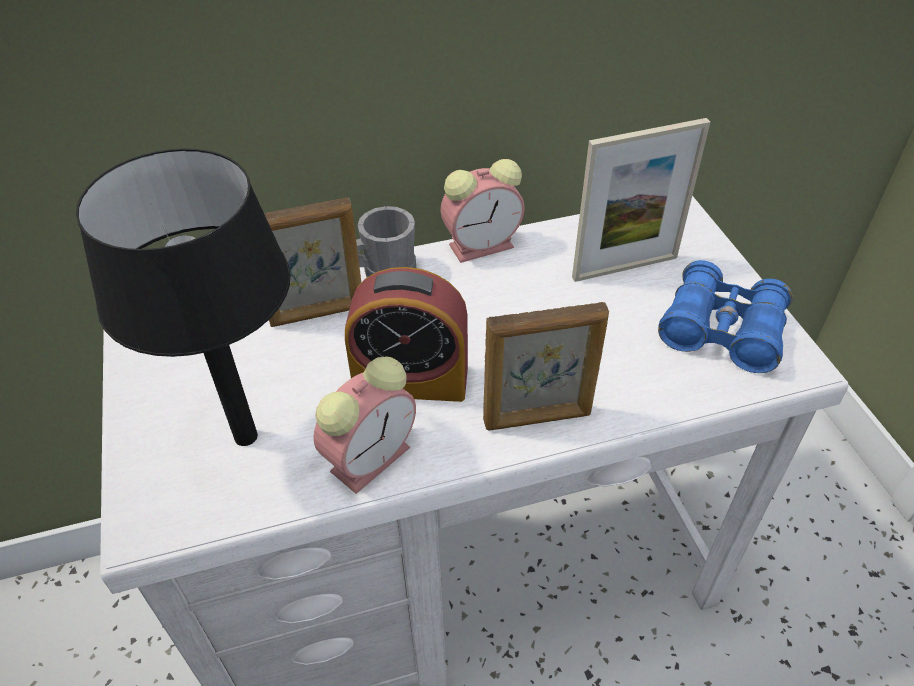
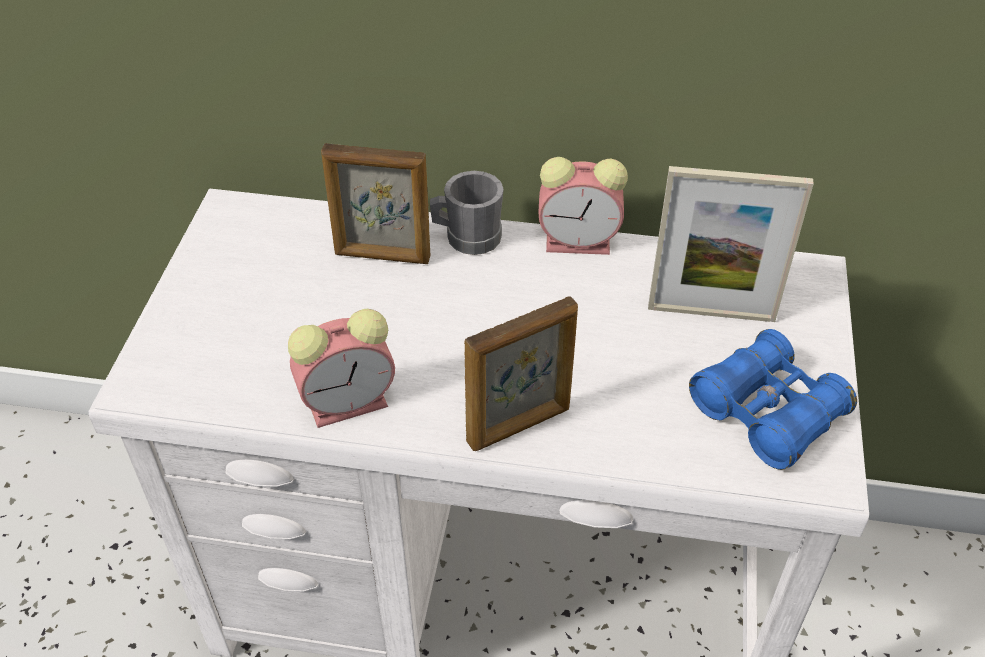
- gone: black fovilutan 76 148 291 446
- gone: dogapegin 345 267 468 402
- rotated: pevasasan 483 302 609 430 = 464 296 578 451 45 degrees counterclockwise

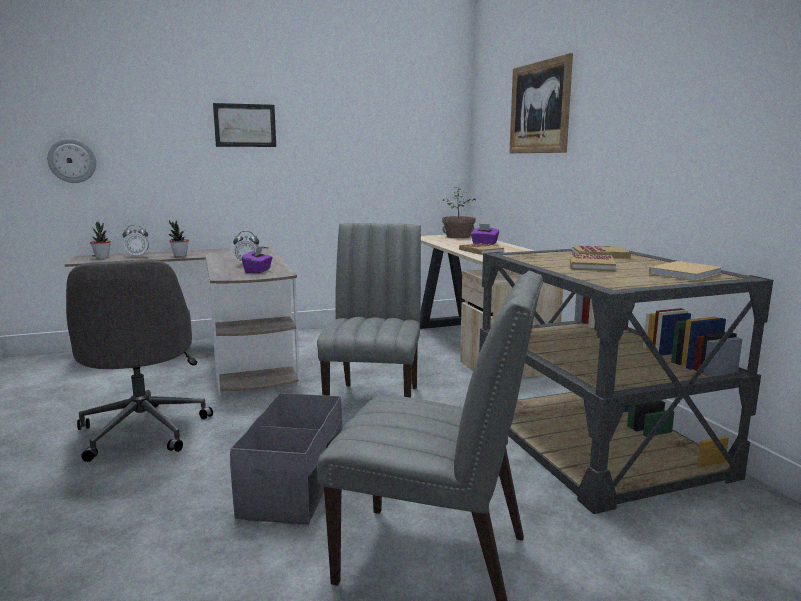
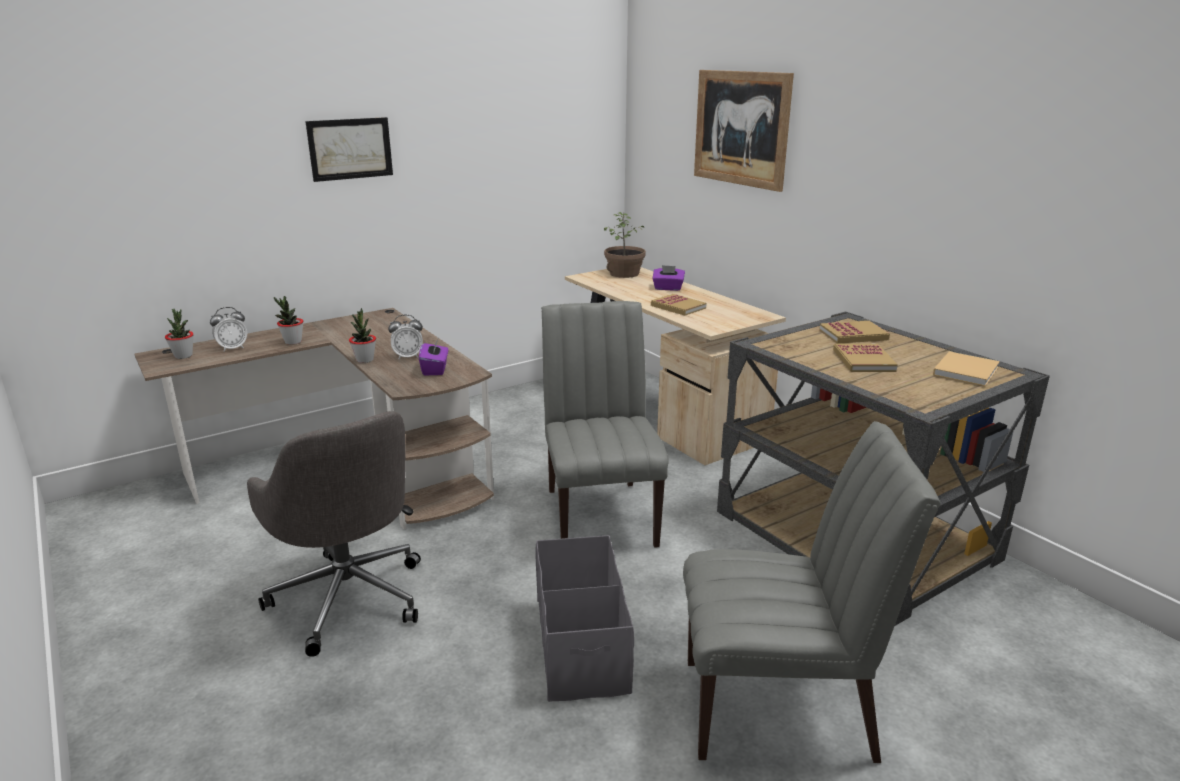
- gone: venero 47 138 96 183
- new: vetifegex 349 308 376 363

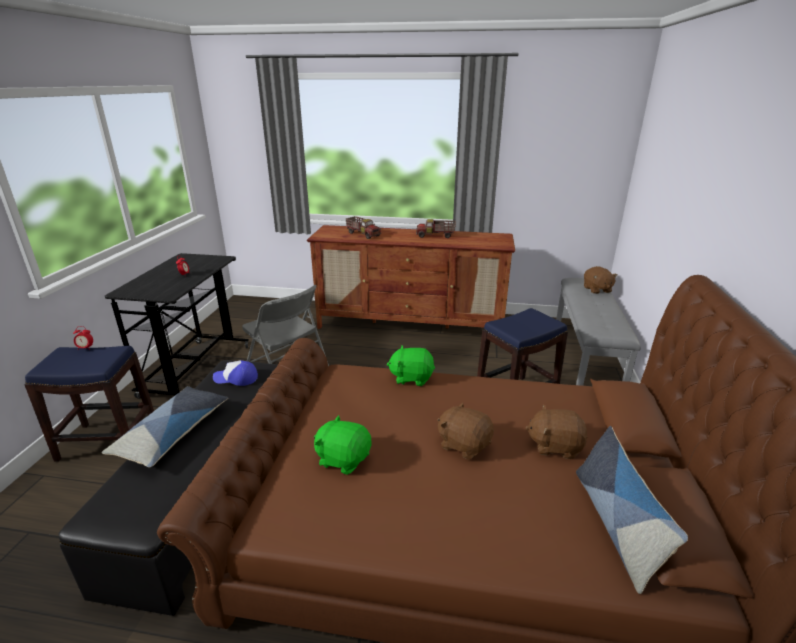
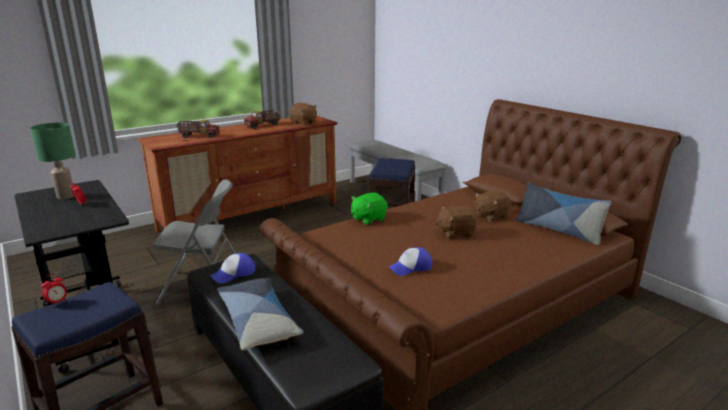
- new: green fovilutan 30 122 76 199
- shifted: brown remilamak 584 266 618 294 to 289 103 317 126
- swapped: green remilamak 314 415 371 475 to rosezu 389 247 432 276

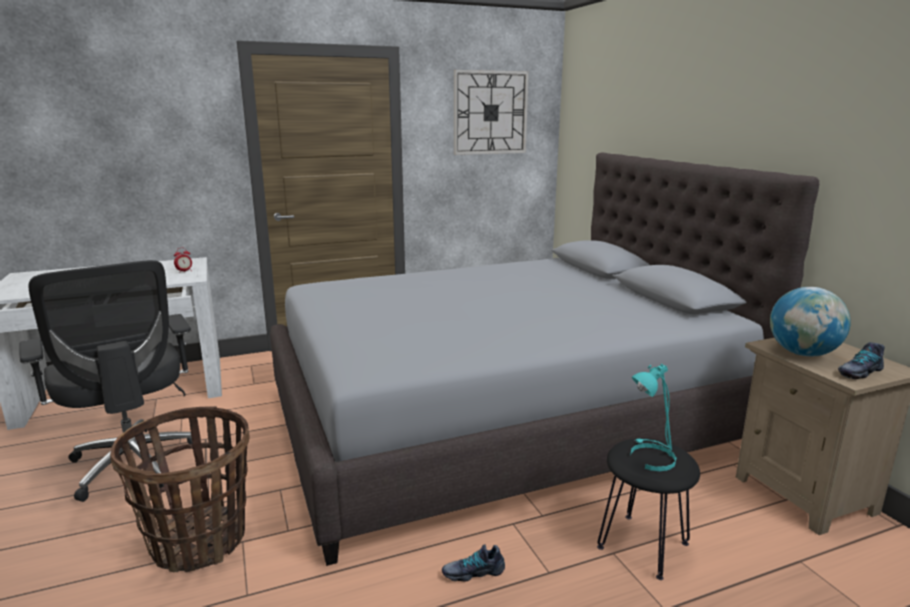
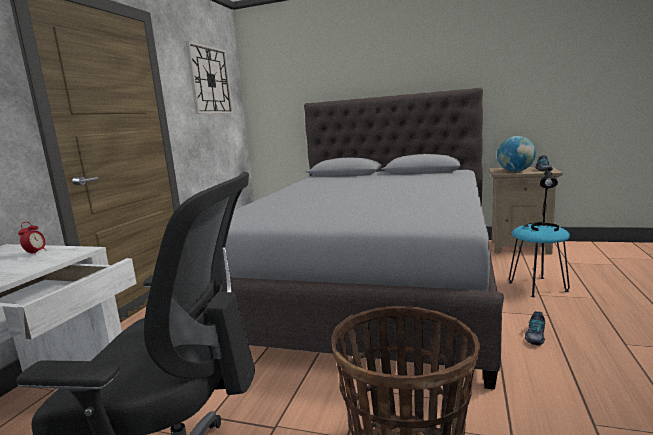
- repainted: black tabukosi 597 438 700 580 to turquoise tabukosi 509 224 570 297
- repainted: turquoise fovilutan 630 364 676 471 to black fovilutan 524 169 559 231

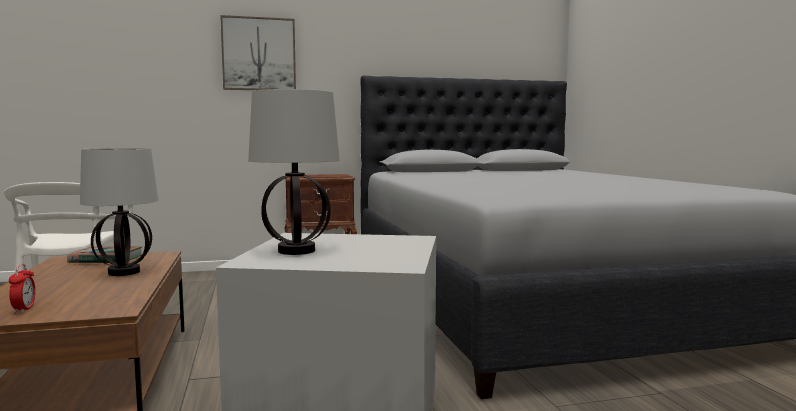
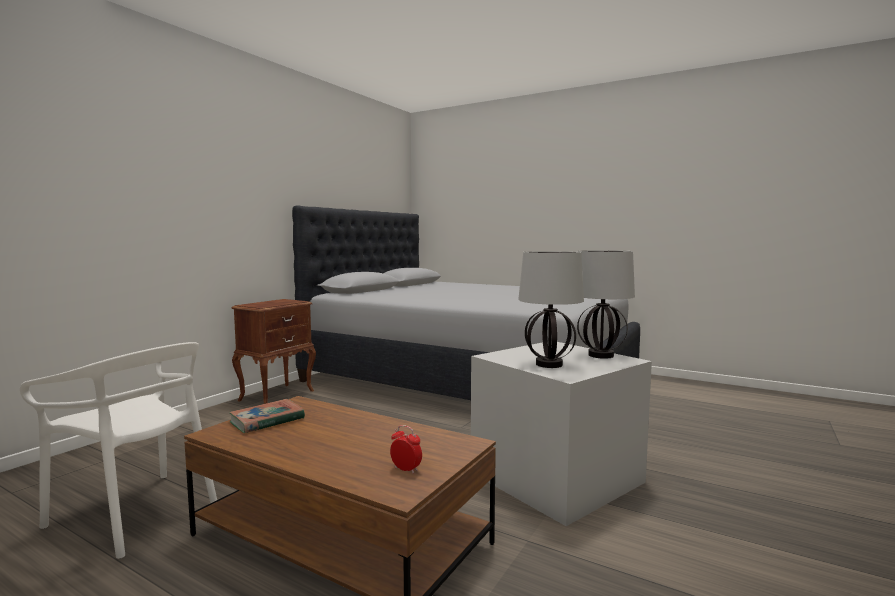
- gone: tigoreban 220 15 296 90
- shifted: fovilutan 80 148 158 276 to 577 250 635 359

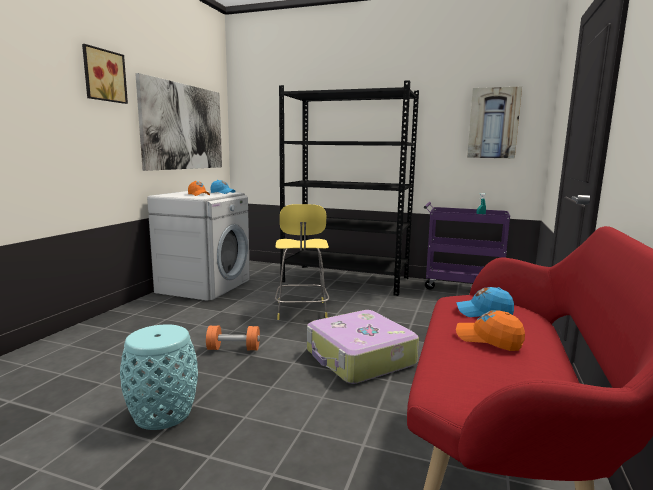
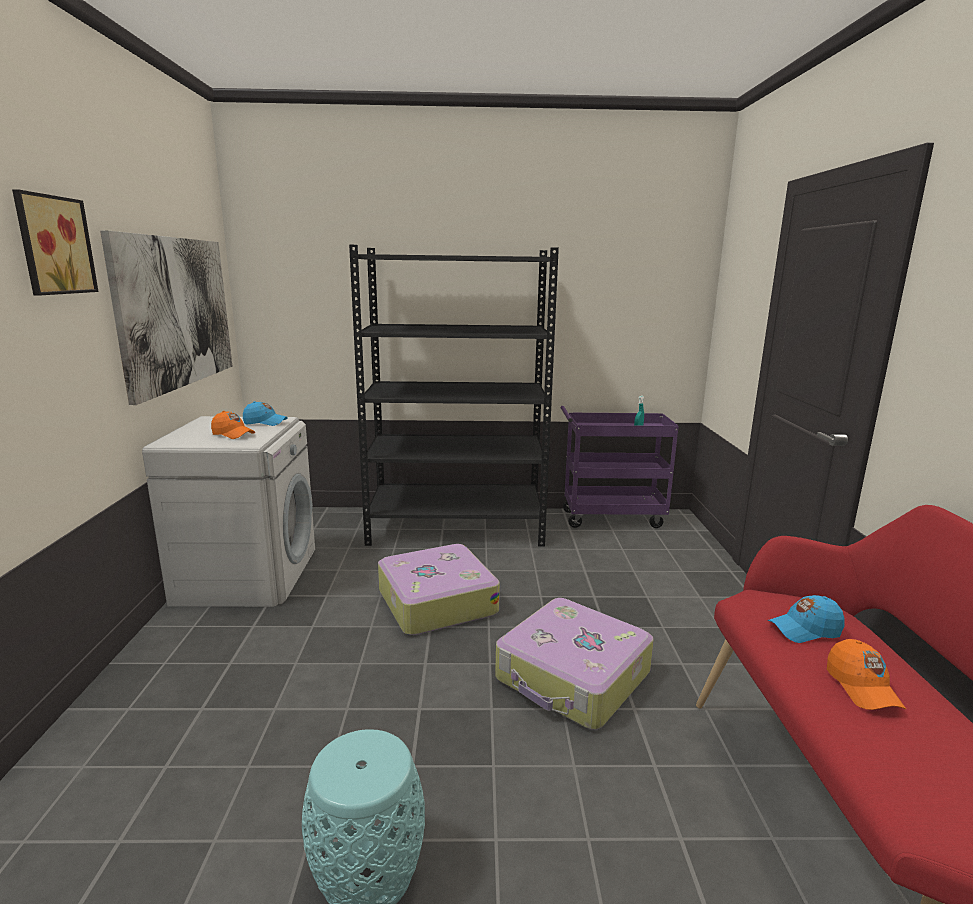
- gone: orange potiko 206 326 260 350
- gone: tigoreban 467 86 522 158
- swapped: yellow tabukosi 275 204 329 320 to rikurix 378 544 500 635
- rotated: orange rosezu 456 310 525 351 = 827 639 906 710 105 degrees counterclockwise

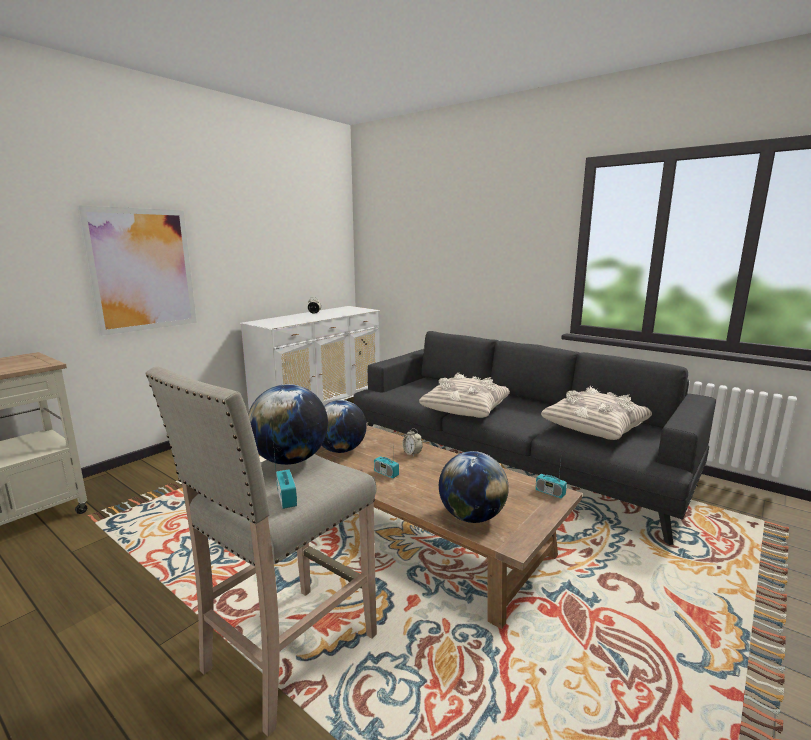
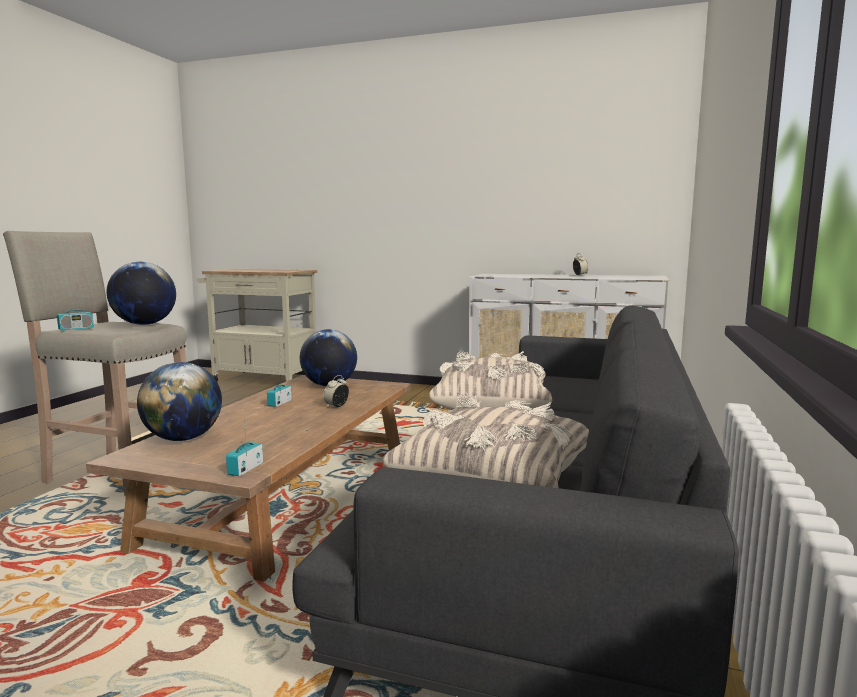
- gone: tigoreban 77 206 197 336

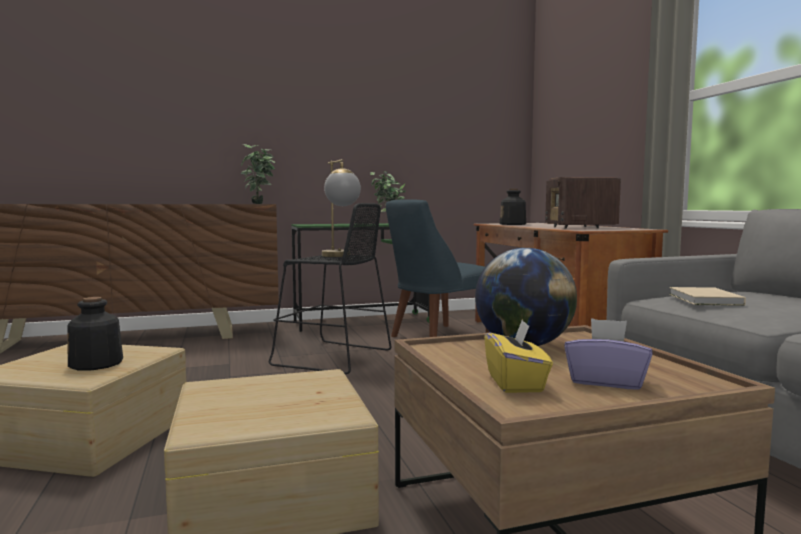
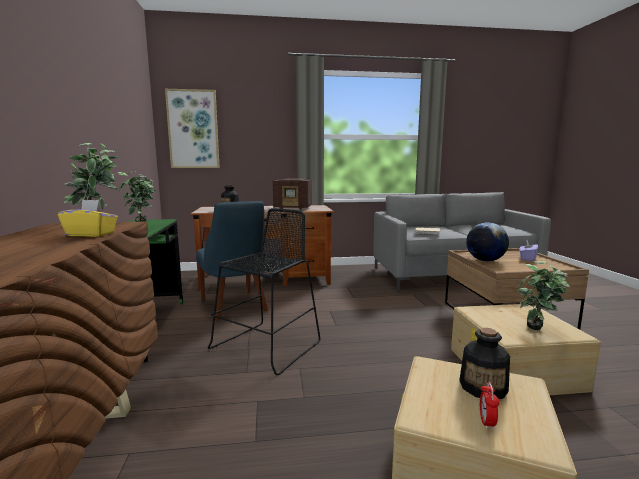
- gone: fovilutan 322 159 361 257
- new: tigoreban 165 89 220 168
- new: dogapegin 480 382 499 430
- new: vetifegex 517 261 570 330
- shifted: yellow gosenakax 484 320 553 393 to 58 200 118 237

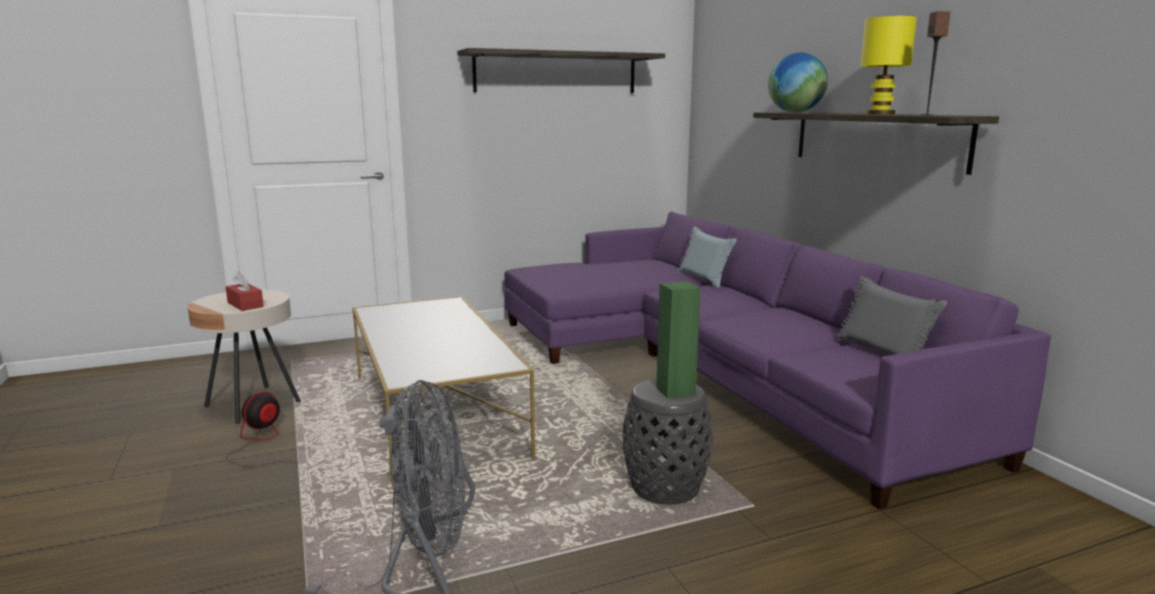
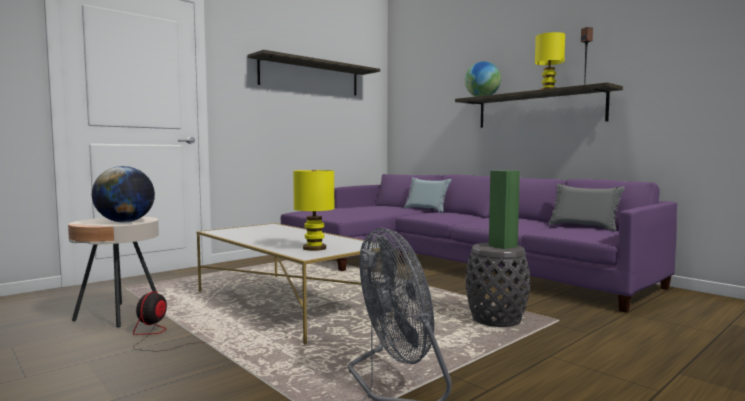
- new: yellow fovilutan 293 170 335 251
- swapped: red gosenakax 226 272 264 311 to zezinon 92 166 155 223

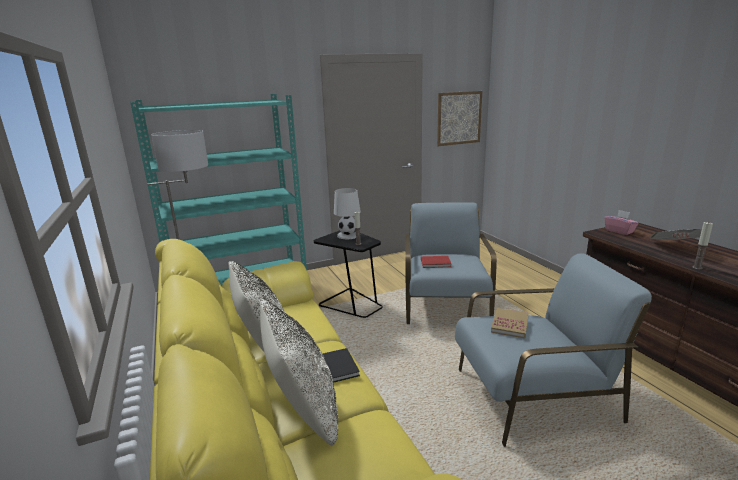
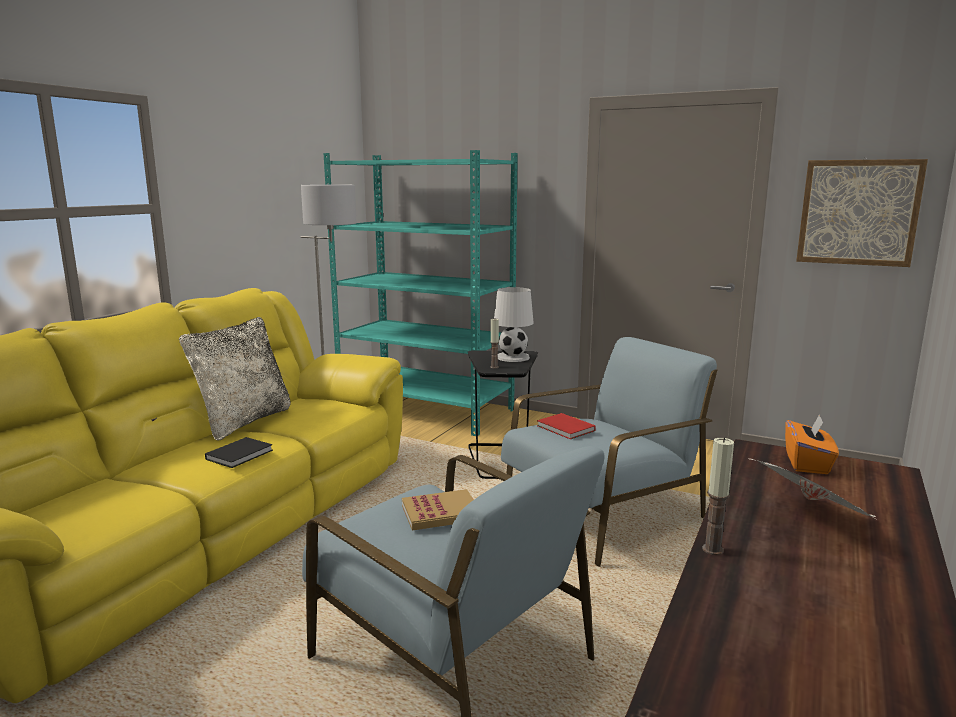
- gone: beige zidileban 259 298 338 446
- repainted: pink gosenakax 604 210 639 235 to orange gosenakax 785 414 839 474

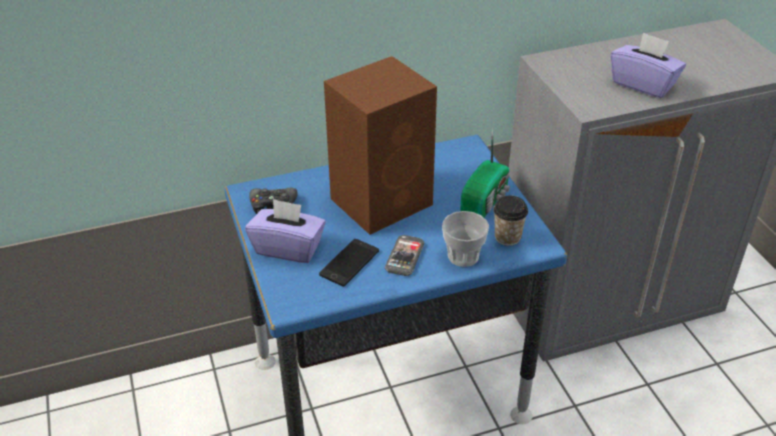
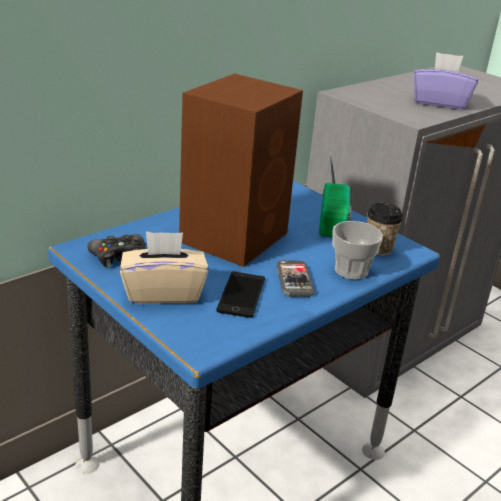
- repainted: purple gosenakax 245 199 326 263 to beige gosenakax 120 231 209 304

